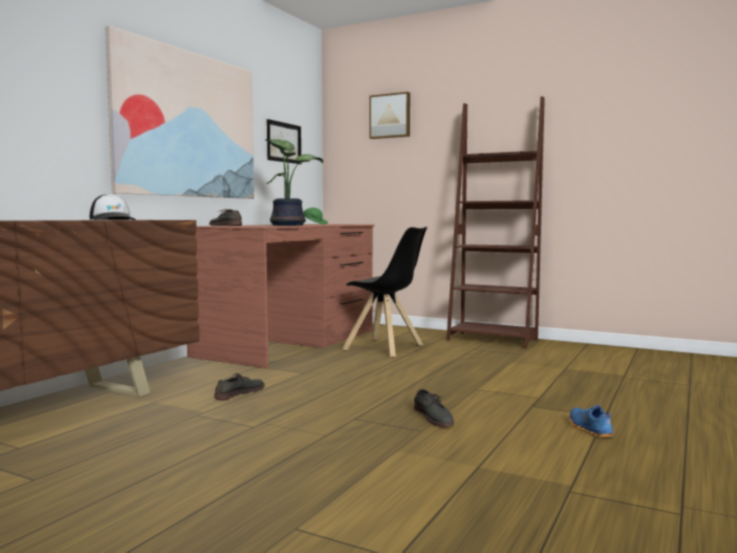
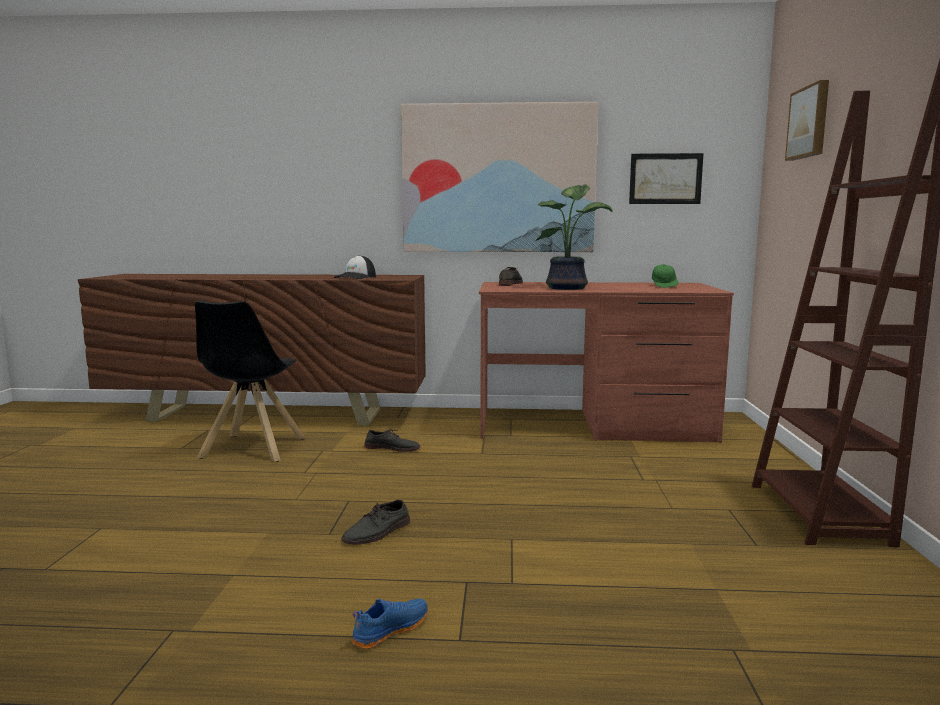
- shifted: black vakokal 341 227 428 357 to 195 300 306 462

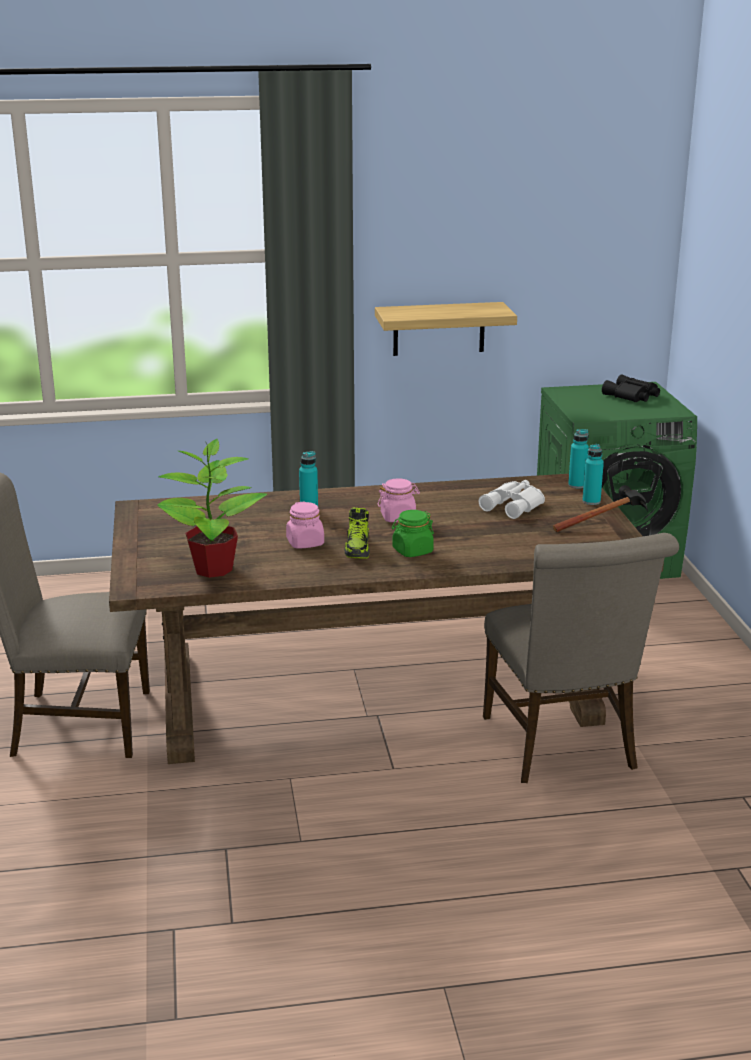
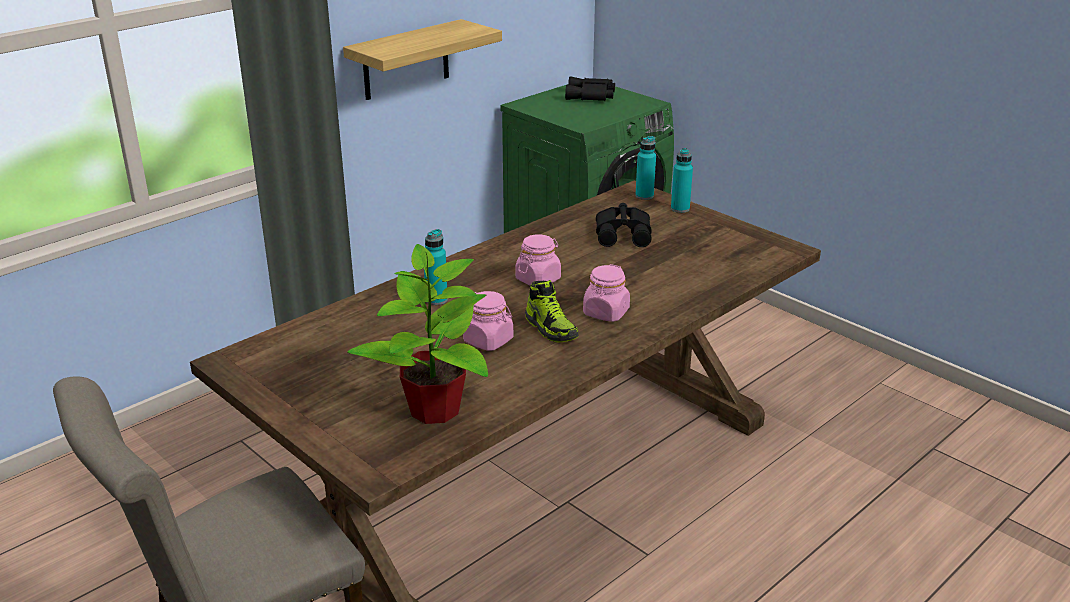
- gone: beige vakokal 483 533 679 783
- gone: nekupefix 553 485 648 532
- repainted: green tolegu 392 510 434 557 to pink tolegu 583 264 630 322
- repainted: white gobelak 479 480 545 519 to black gobelak 596 203 652 247

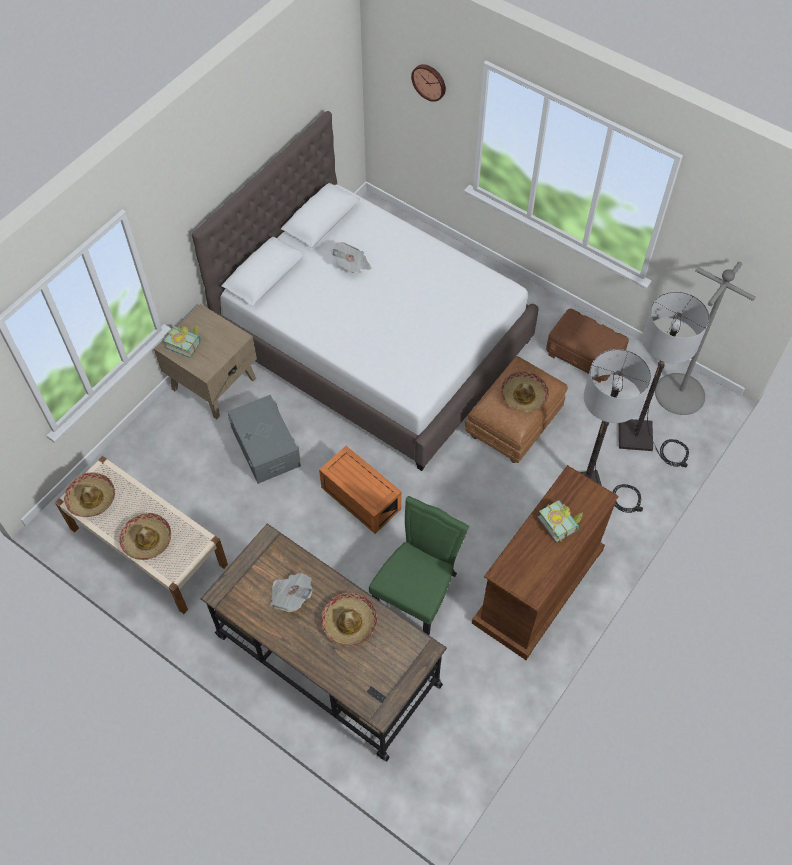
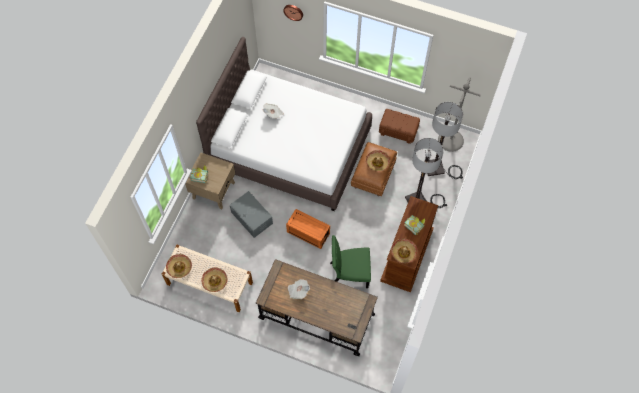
- shifted: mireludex 321 593 377 646 to 391 239 418 263
- rotated: green vakokal 369 496 469 635 = 330 235 371 288 105 degrees counterclockwise

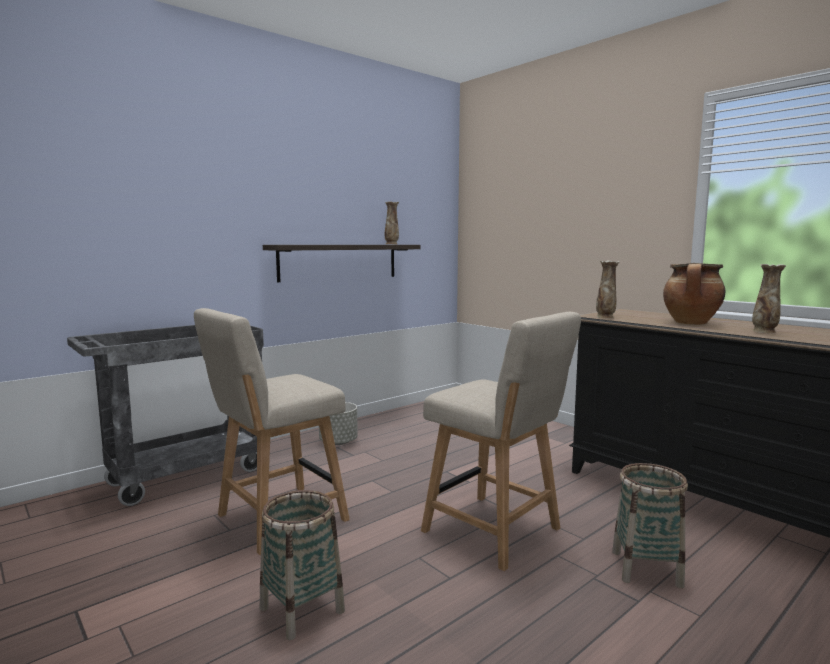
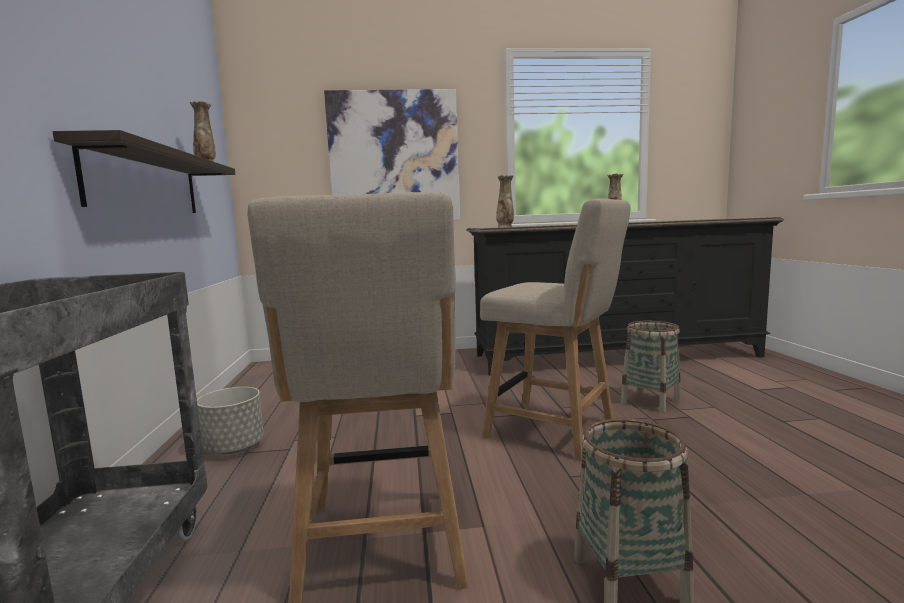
- gone: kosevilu 663 263 726 325
- new: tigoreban 324 89 460 220
- rotated: beige vakokal 421 312 581 571 = 480 198 630 461 45 degrees clockwise

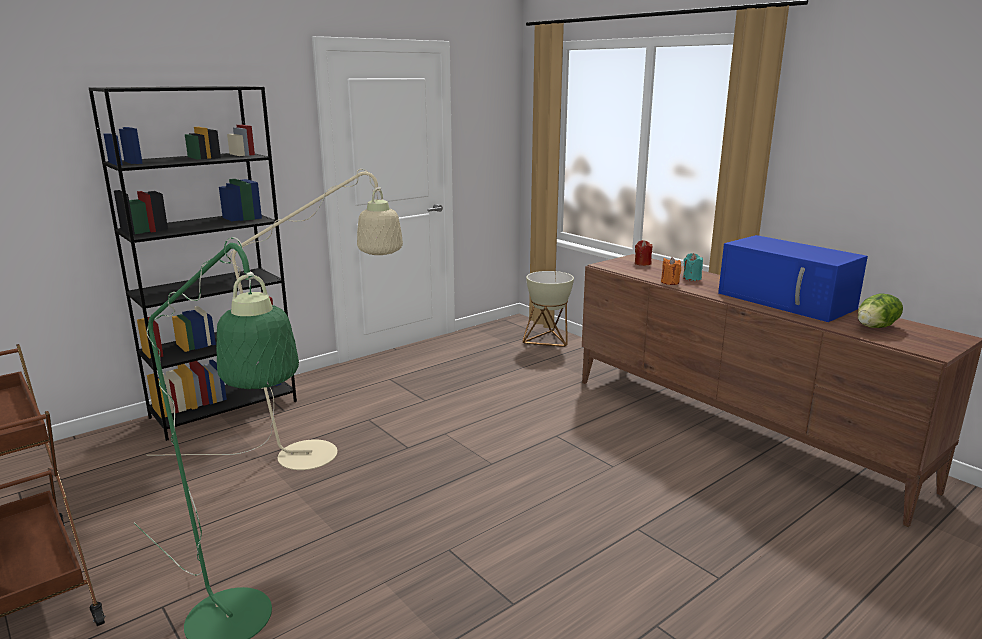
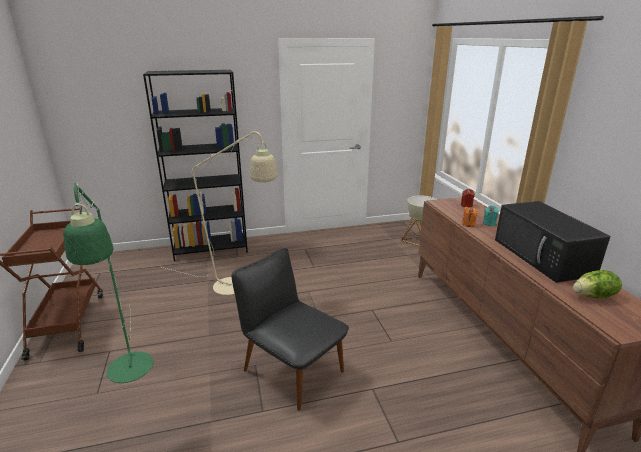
- new: black vakokal 232 248 349 411
- repainted: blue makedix 718 235 868 322 to black makedix 495 201 611 283

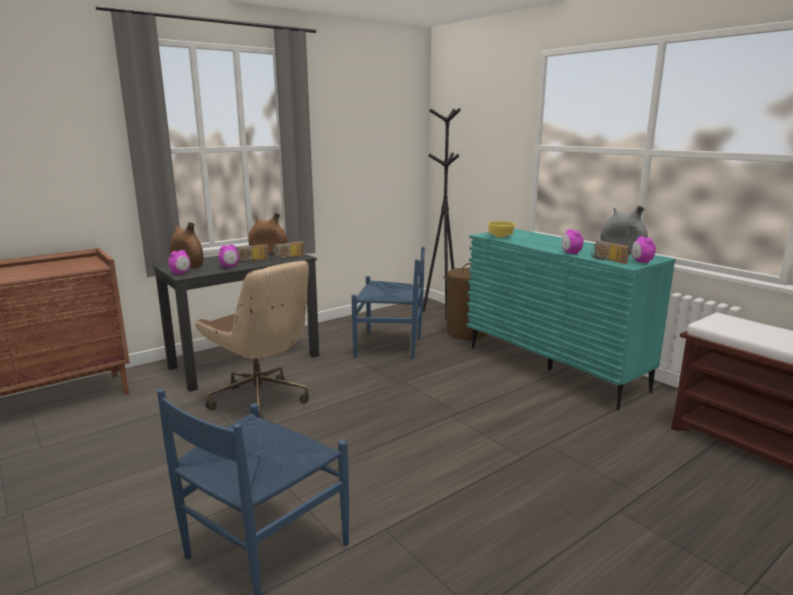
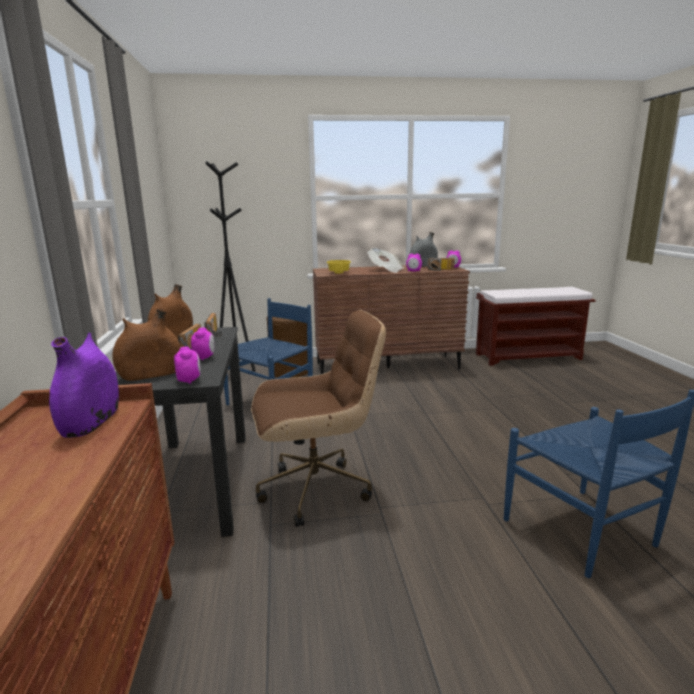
- new: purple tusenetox 49 332 119 438
- new: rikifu 367 248 404 273
- repainted: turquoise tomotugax 466 229 676 410 to brown tomotugax 313 265 470 374

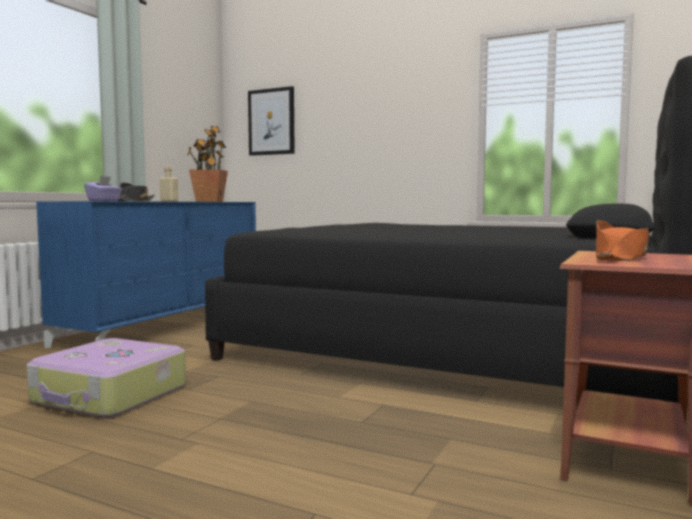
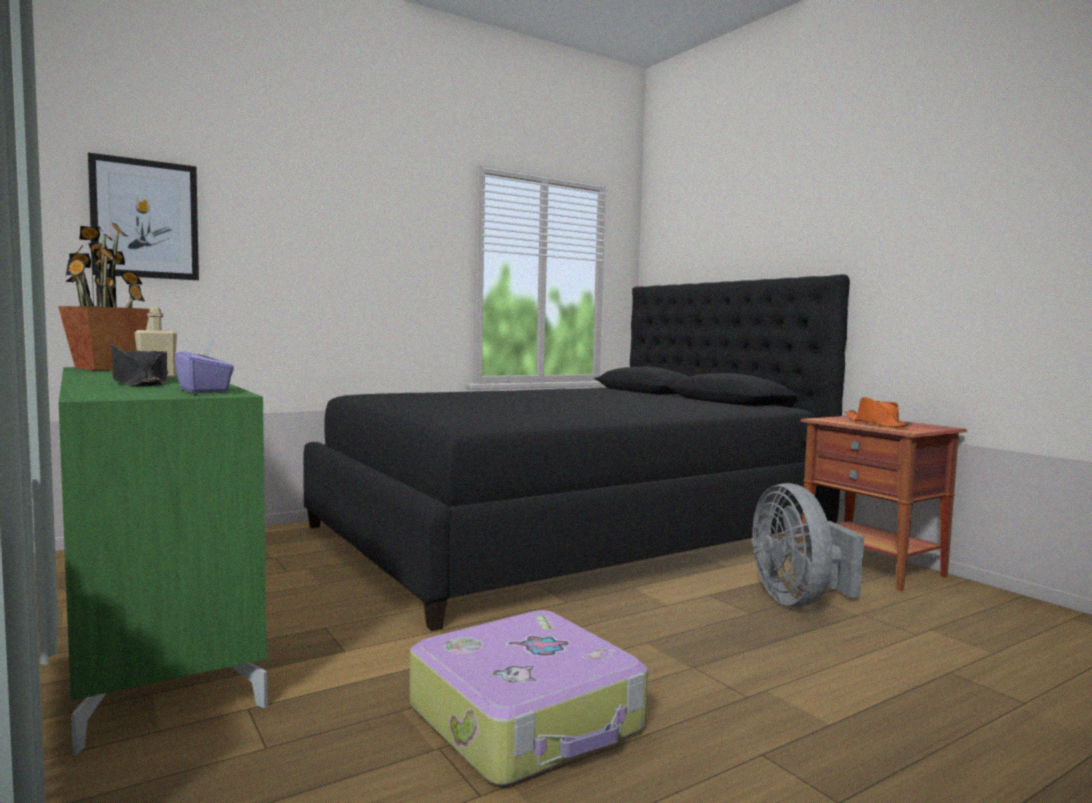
- new: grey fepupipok 752 483 864 607
- repainted: blue tomotugax 36 201 256 348 to green tomotugax 59 367 267 755

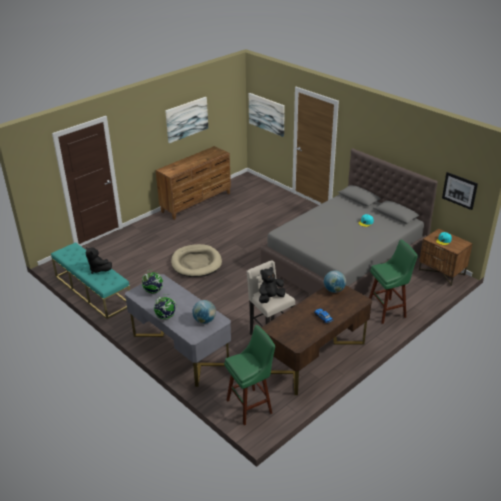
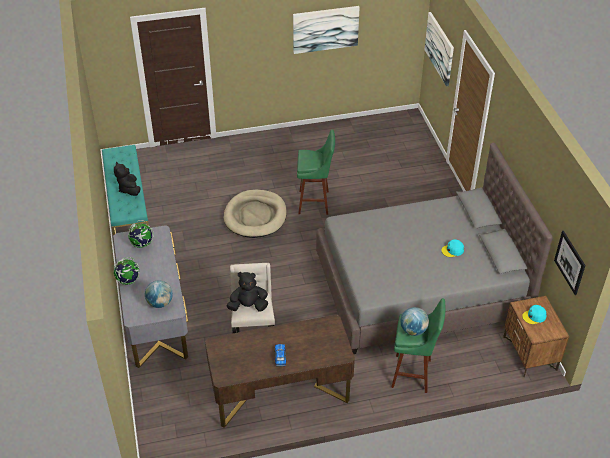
- gone: brown tomotugax 156 146 231 220
- shifted: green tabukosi 224 325 275 425 to 297 129 335 215
- shifted: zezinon 324 271 346 293 to 400 307 429 336

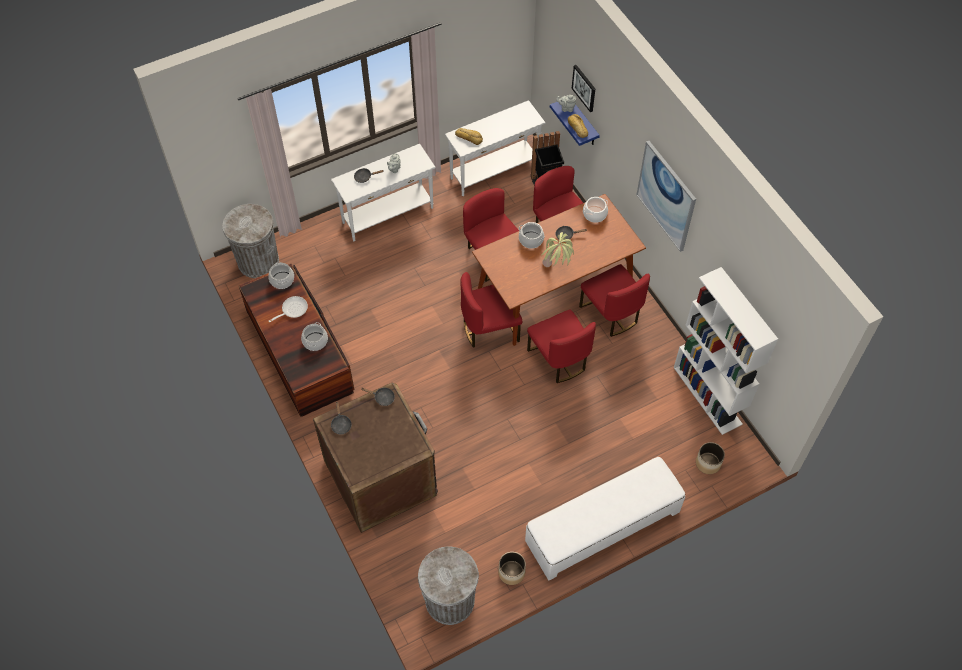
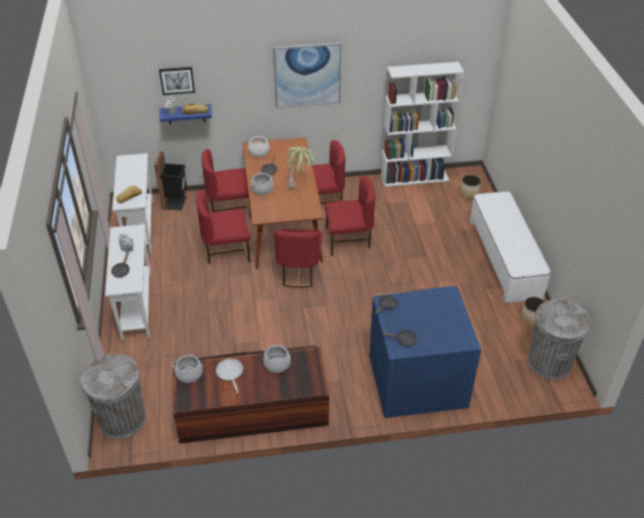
- repainted: brown tomotugax 313 383 438 533 to blue tomotugax 369 286 481 418

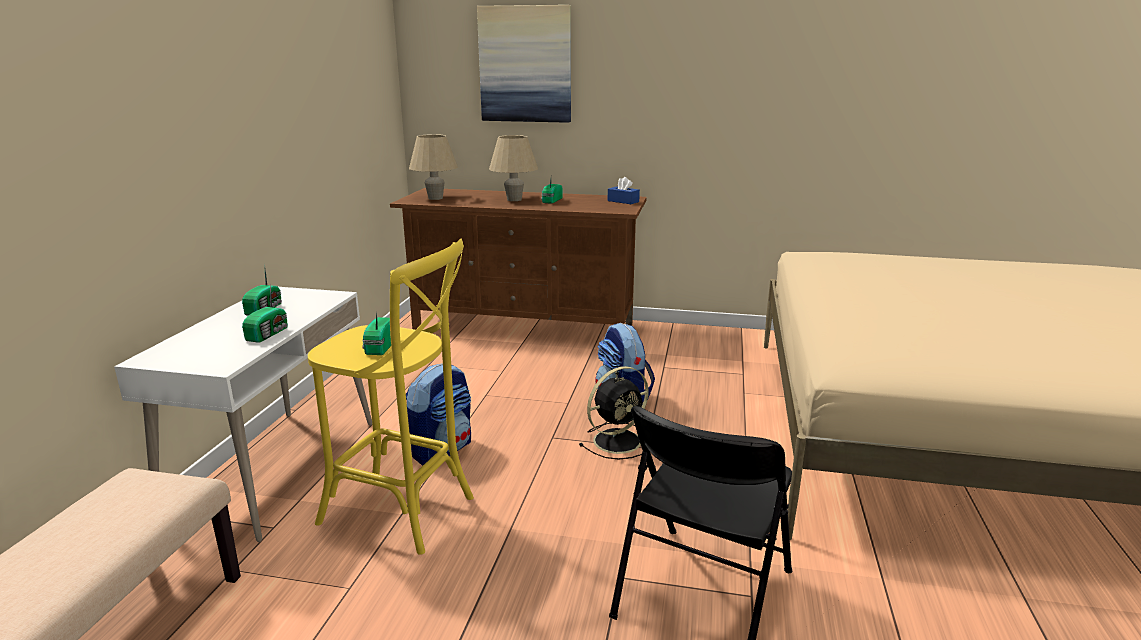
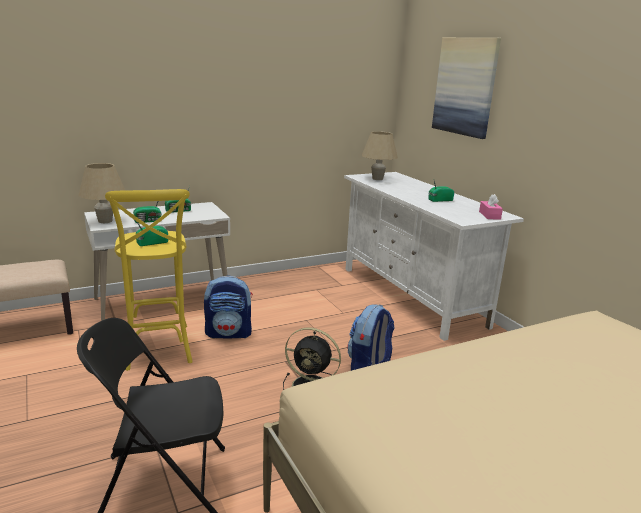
- shifted: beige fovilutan 489 135 538 201 to 78 163 125 223
- repainted: brown tomotugax 390 188 647 330 to white tomotugax 344 172 524 341
- repainted: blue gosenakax 608 177 640 204 to pink gosenakax 479 194 503 220

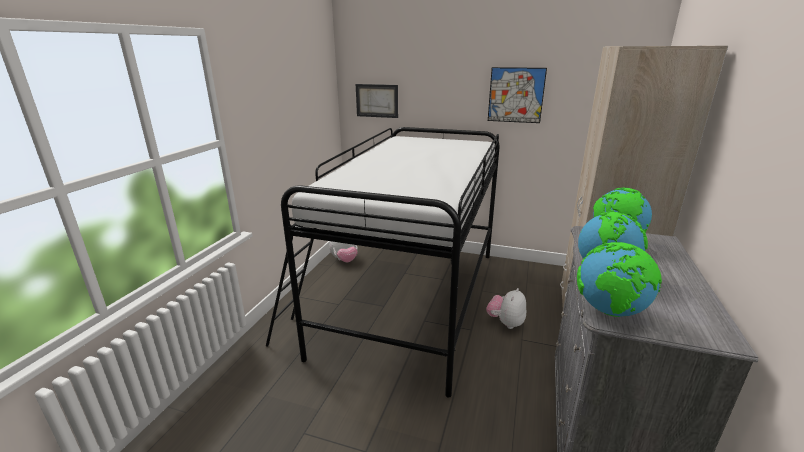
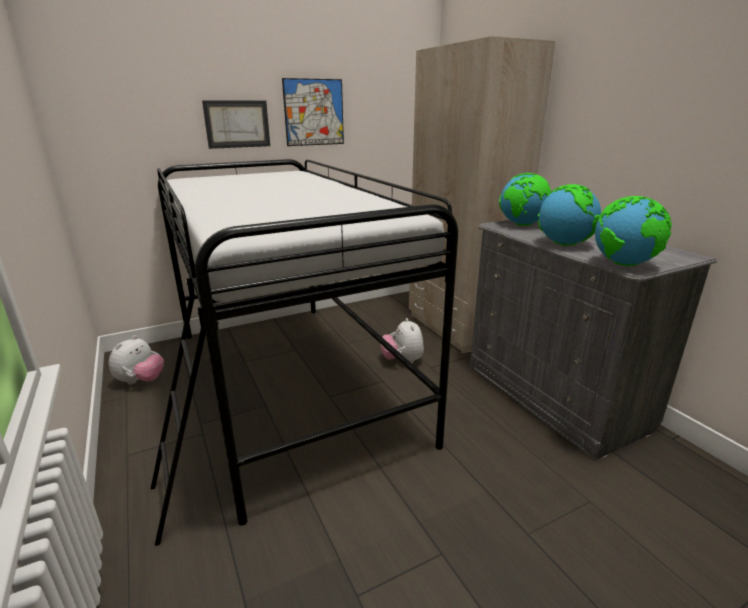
- shifted: tigoreban 356 84 398 118 to 202 100 270 149

